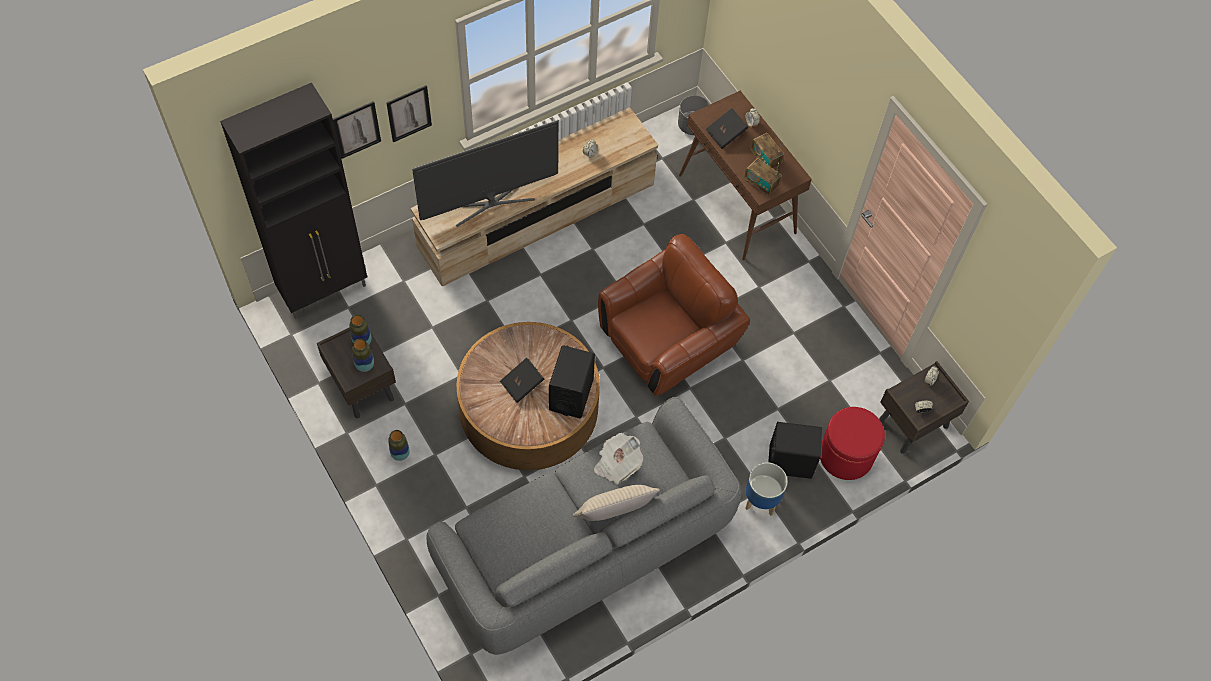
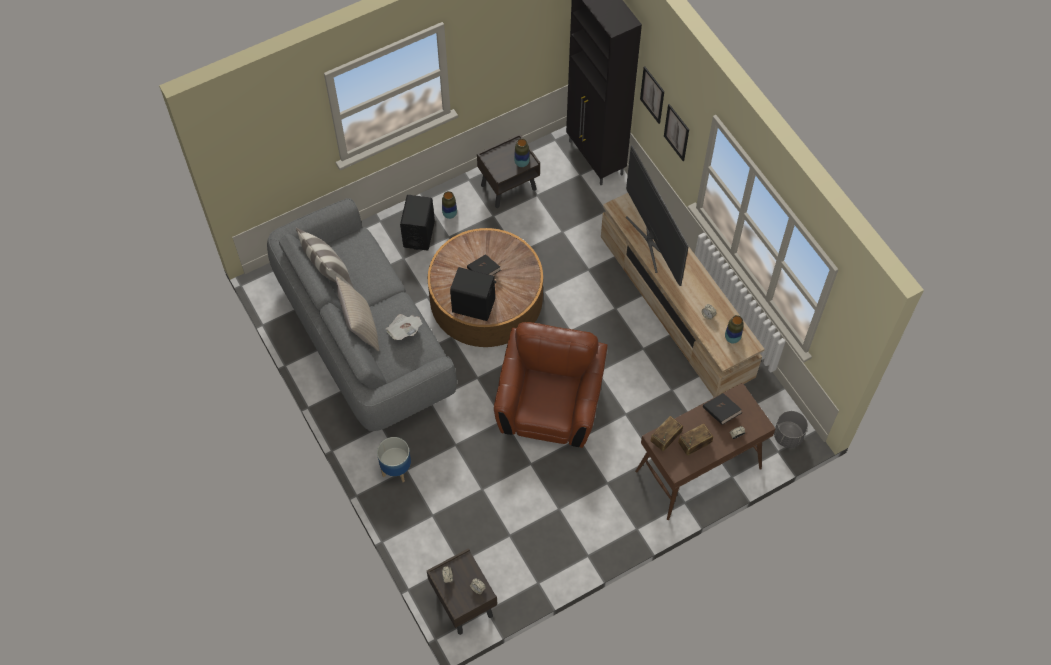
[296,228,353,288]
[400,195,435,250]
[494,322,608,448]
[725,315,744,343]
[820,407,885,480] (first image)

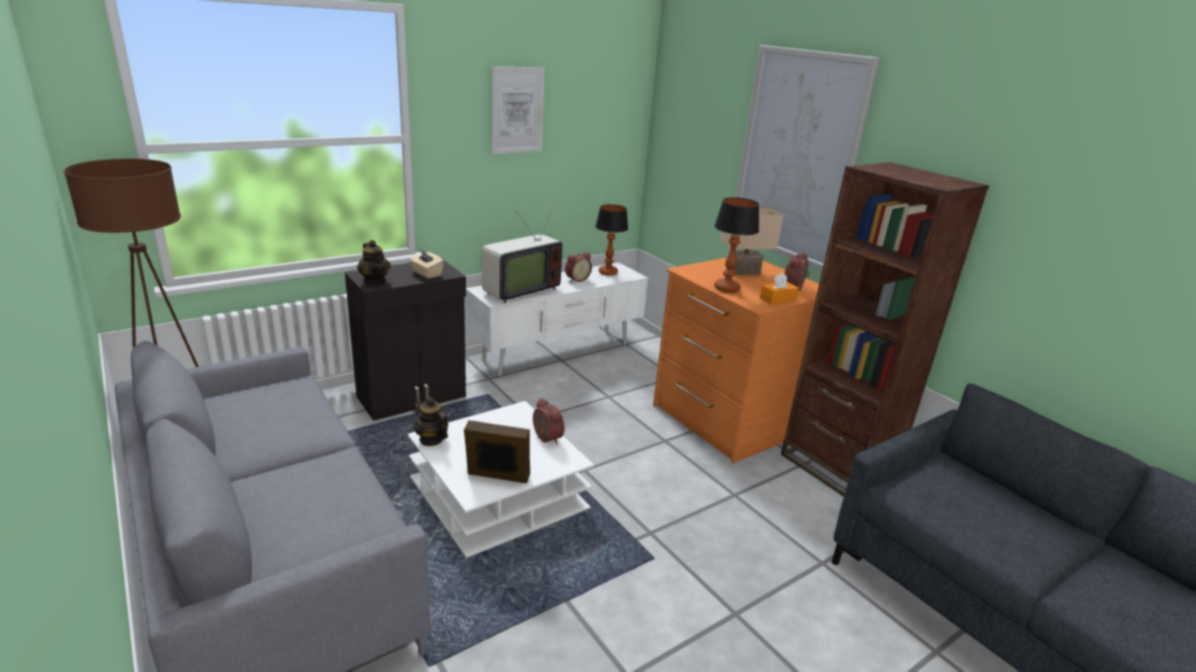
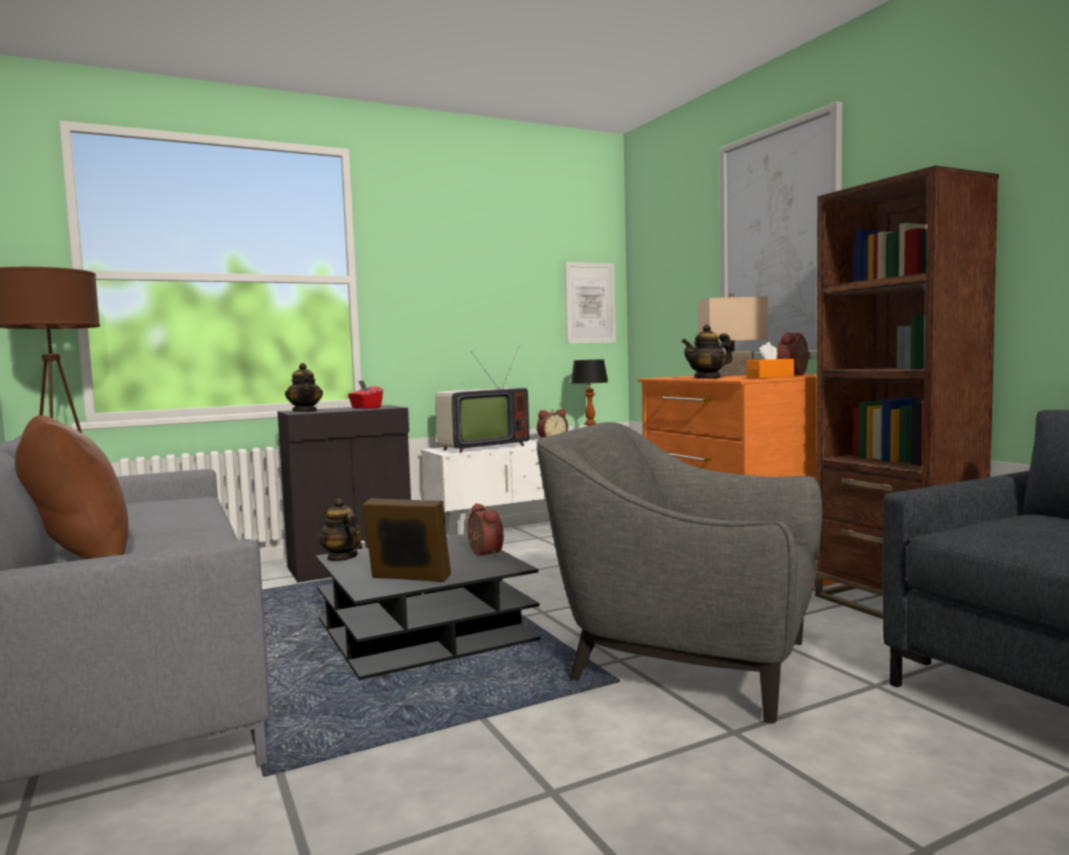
[15,415,129,559]
[316,534,541,680]
[348,380,383,409]
[537,422,822,723]
[565,262,616,344]
[682,324,733,379]

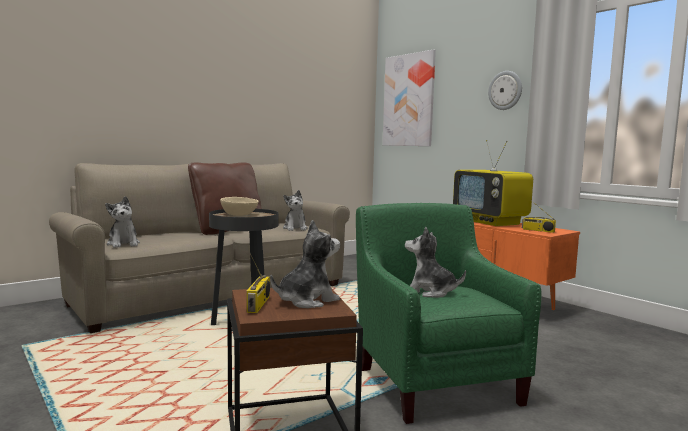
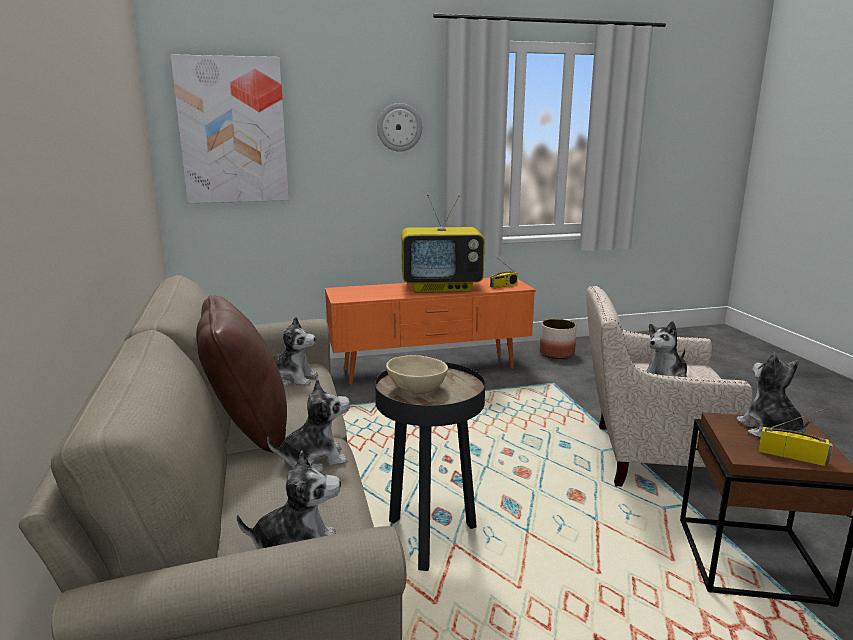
[267,378,350,473]
[540,319,577,359]
[586,286,752,487]

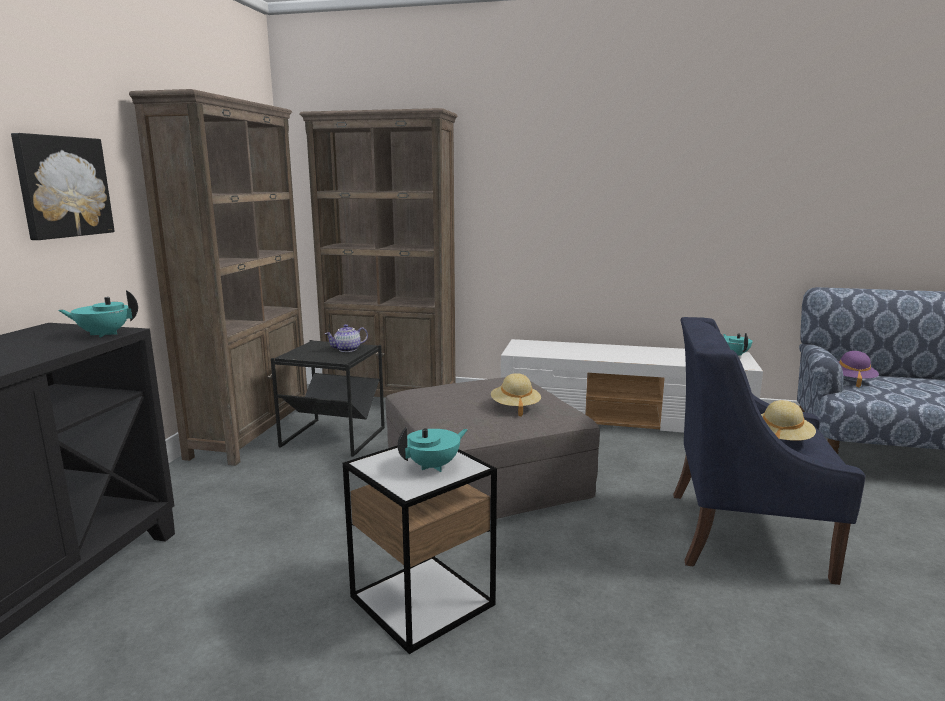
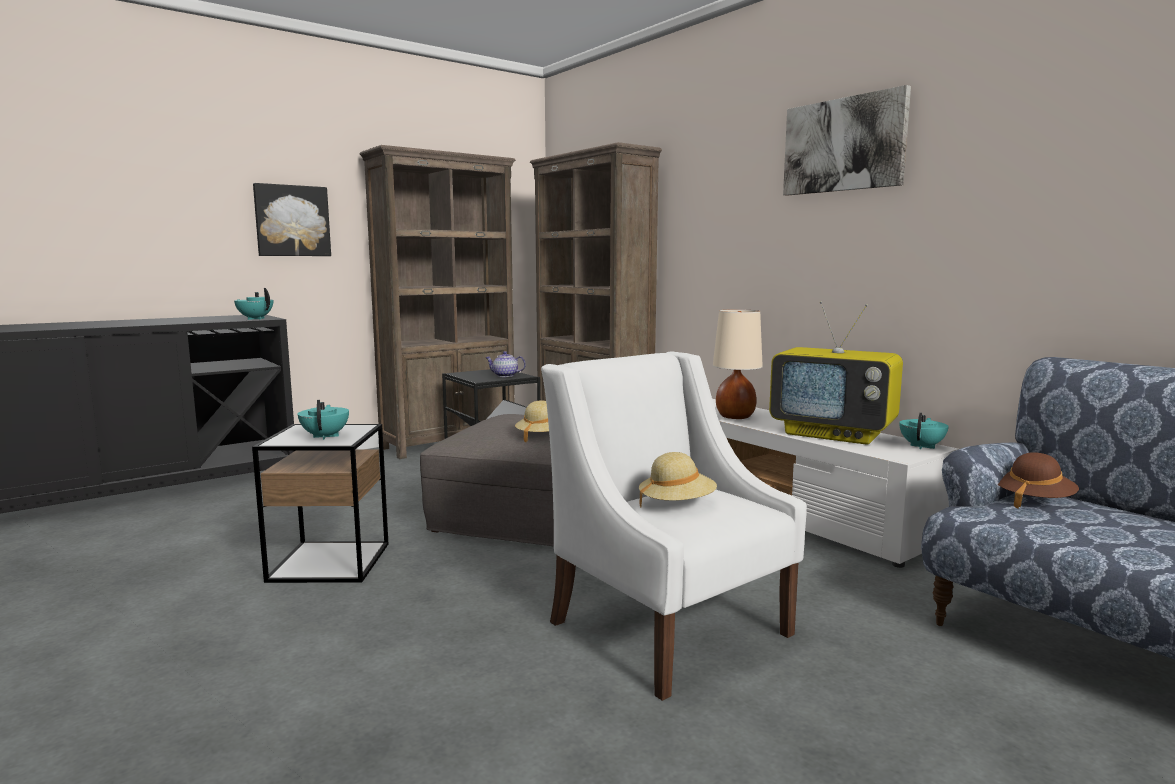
[298,400,349,440]
[541,351,807,701]
[713,309,763,419]
[769,301,903,445]
[783,85,911,196]
[998,452,1079,509]

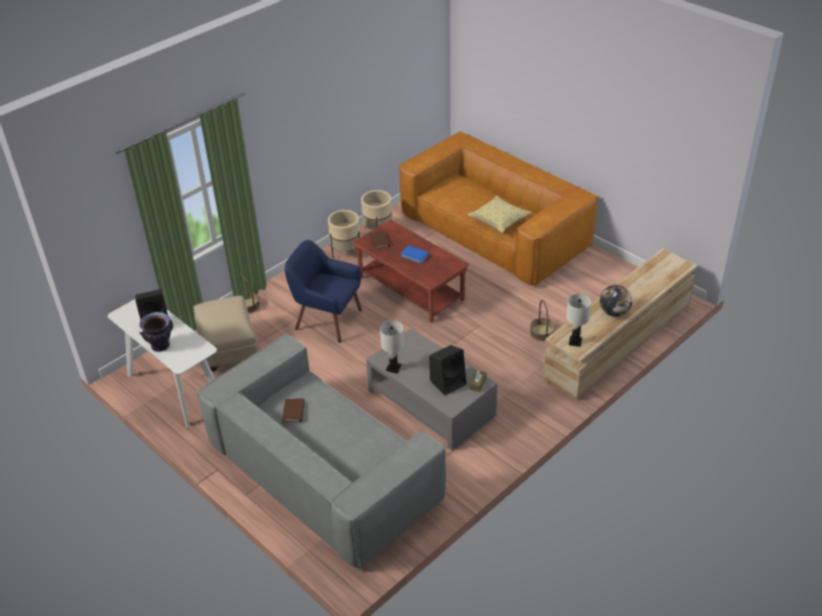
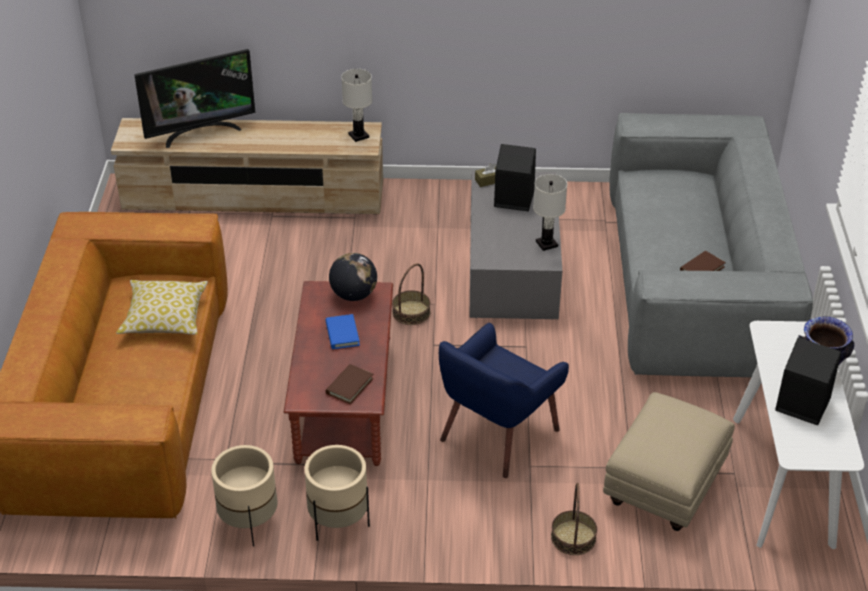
[134,49,255,148]
[329,253,377,301]
[392,263,431,325]
[439,323,569,478]

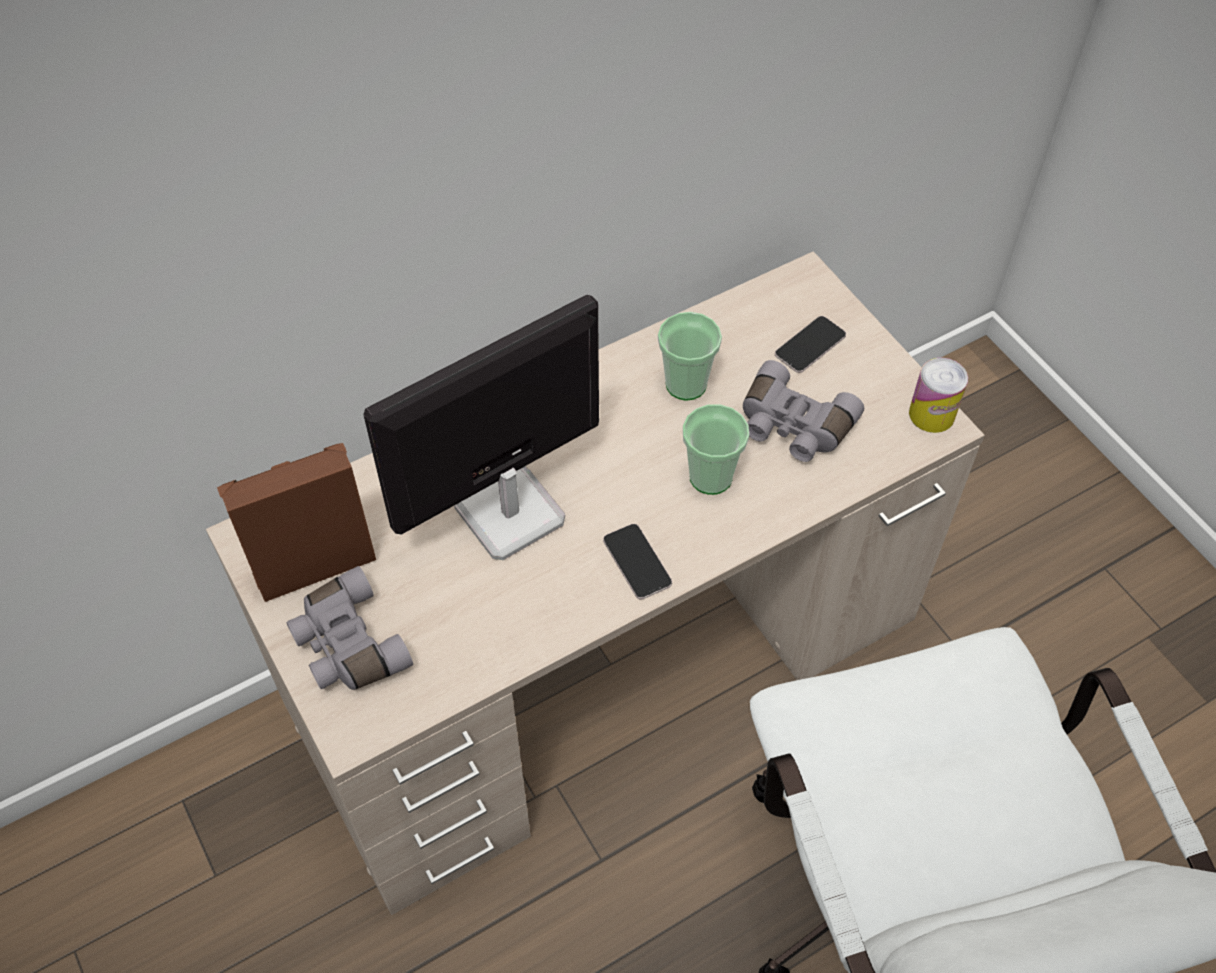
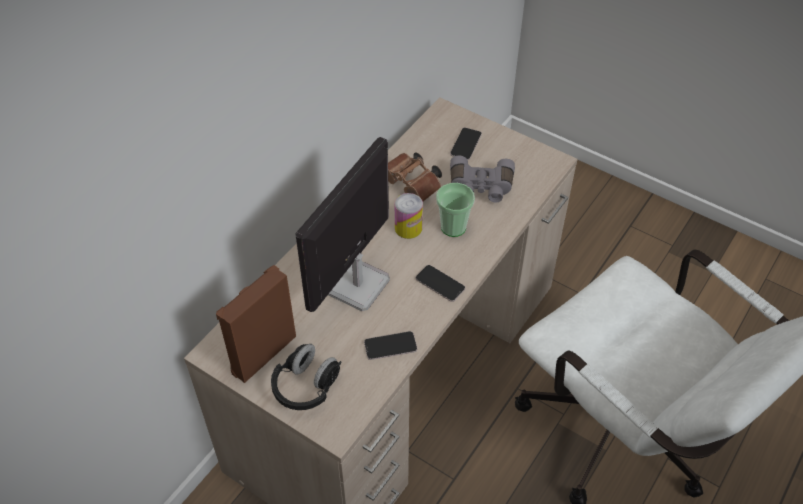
[271,344,342,410]
[364,331,417,360]
[388,152,442,201]
[395,193,423,239]

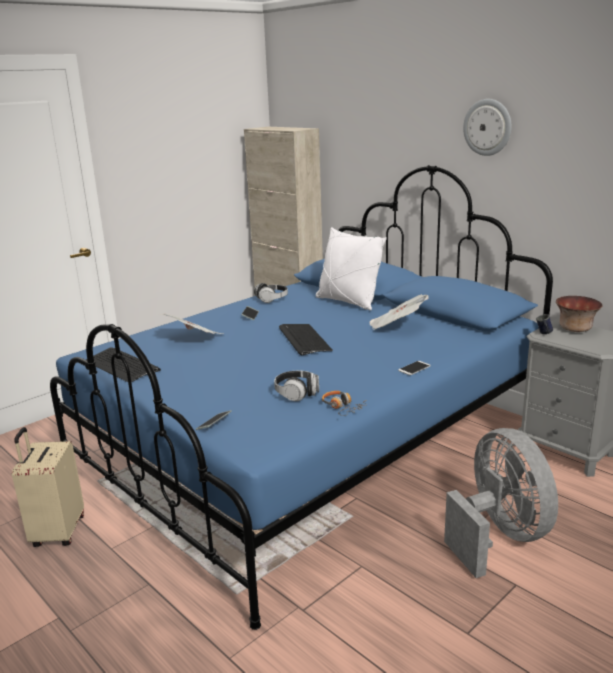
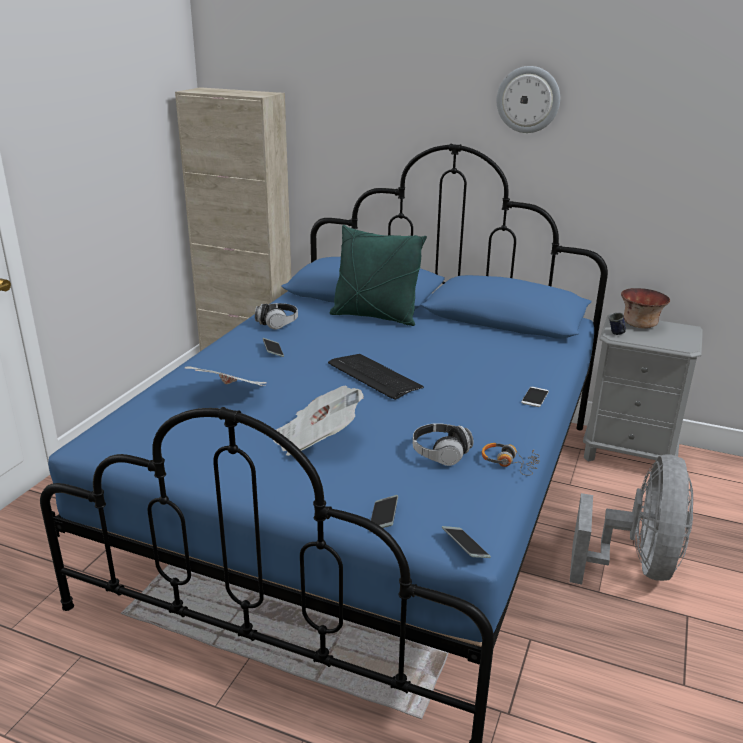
[273,386,364,456]
[330,225,427,326]
[442,526,491,558]
[570,454,693,585]
[12,427,84,547] (first image)
[86,347,161,382] (first image)

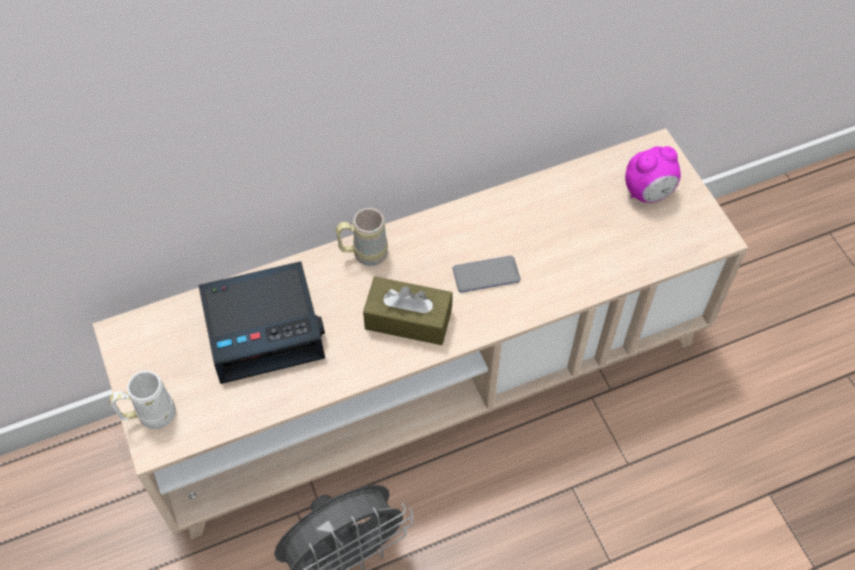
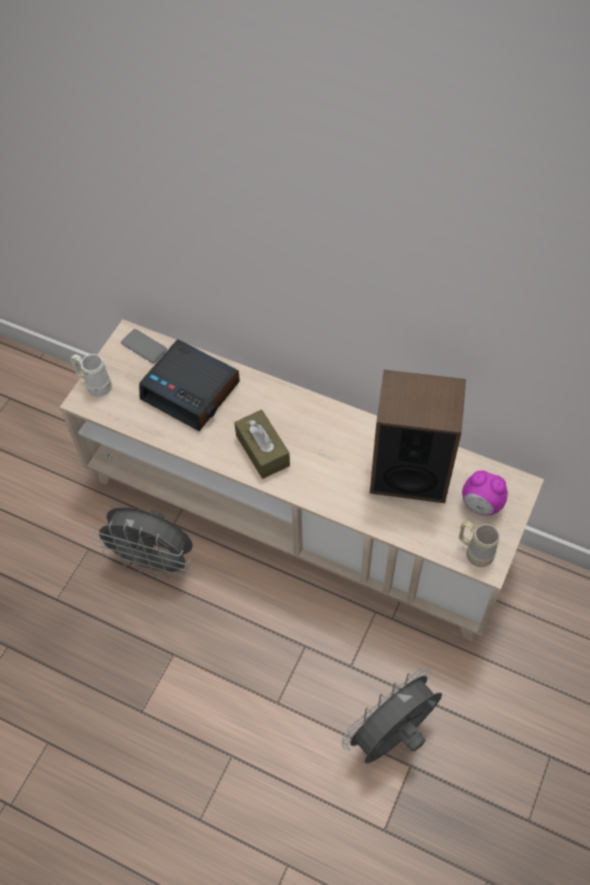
[121,329,167,363]
[342,667,442,764]
[370,370,466,503]
[459,521,499,567]

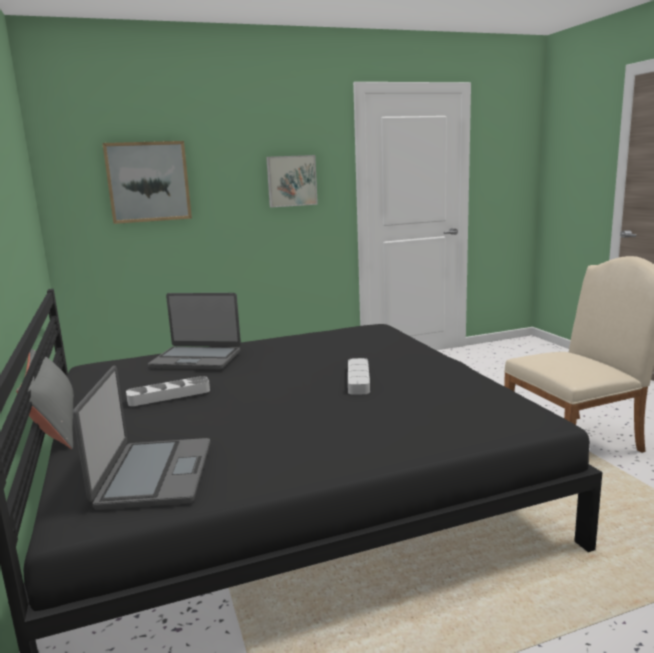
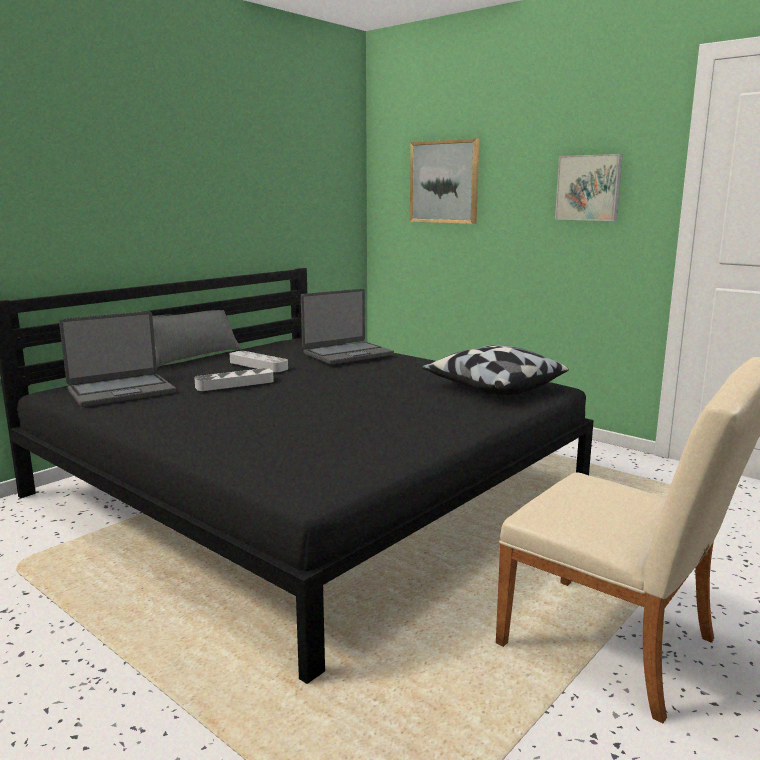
[194,368,274,391]
[301,289,394,365]
[422,345,569,395]

